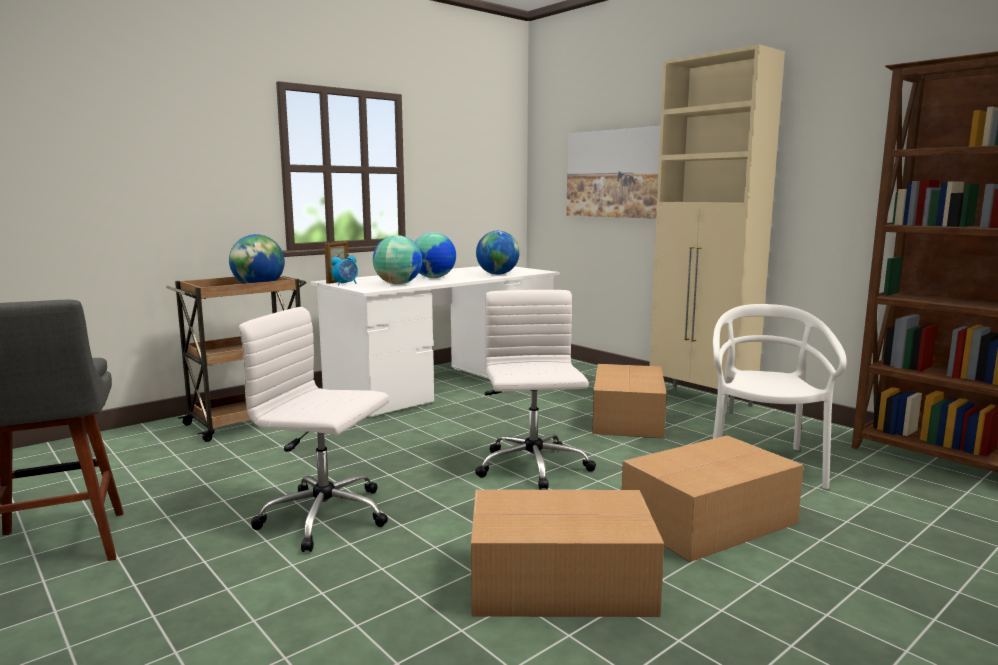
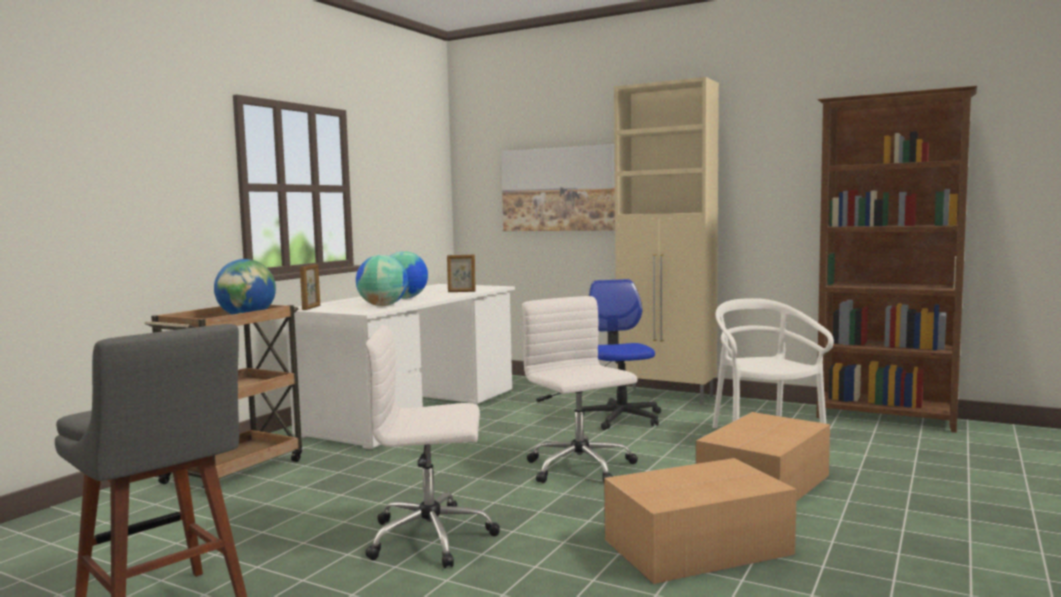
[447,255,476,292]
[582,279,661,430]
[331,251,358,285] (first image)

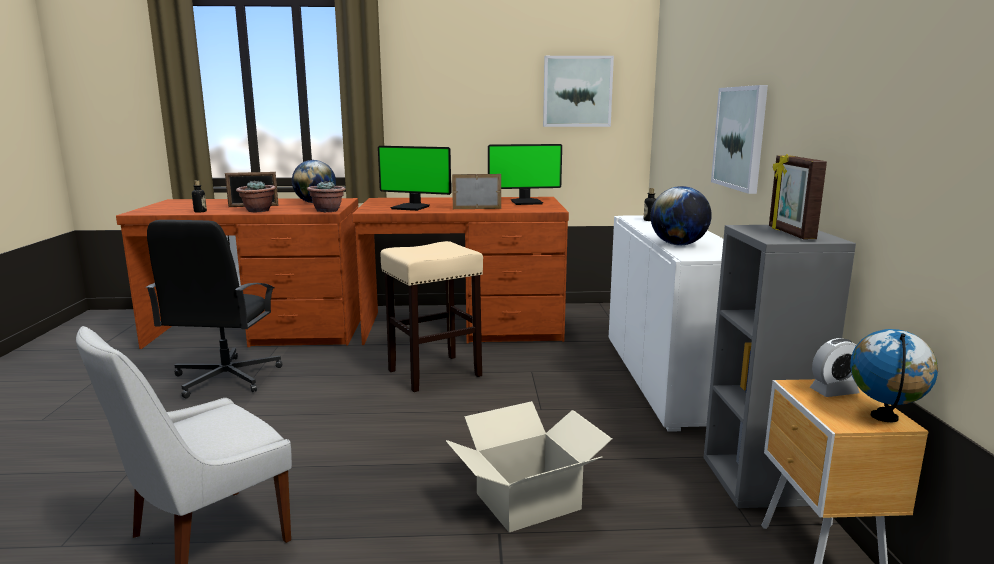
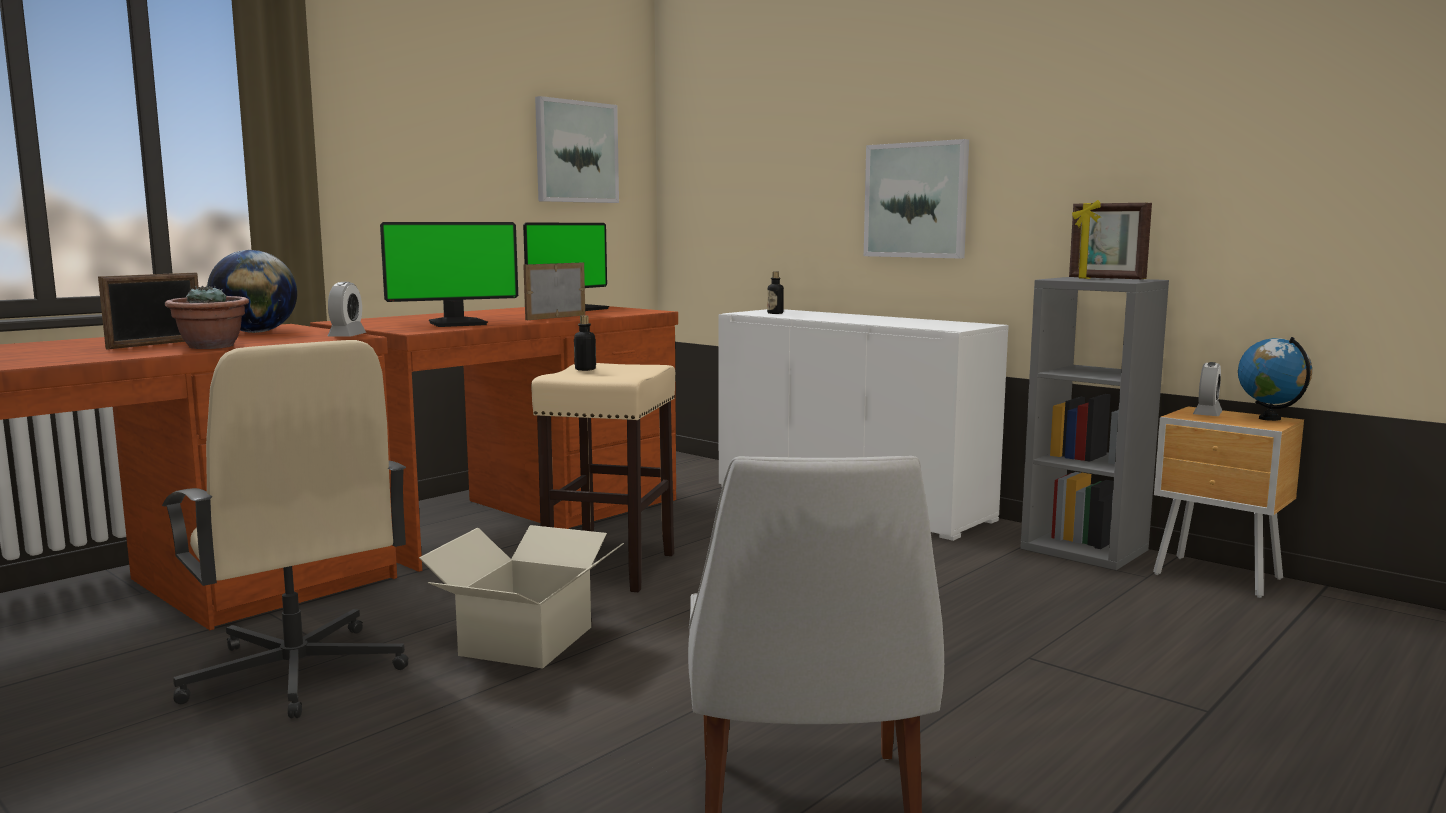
[162,340,409,719]
[328,282,366,337]
[419,525,624,669]
[574,315,596,371]
[651,186,712,245] (first image)

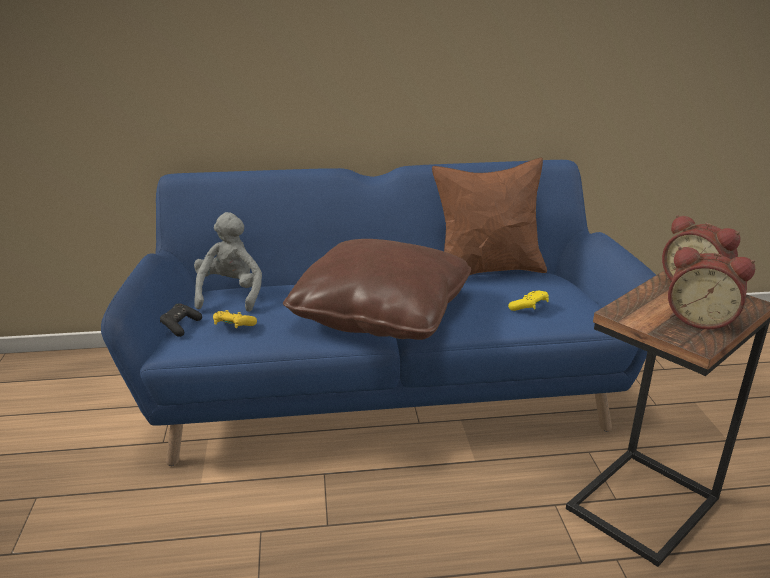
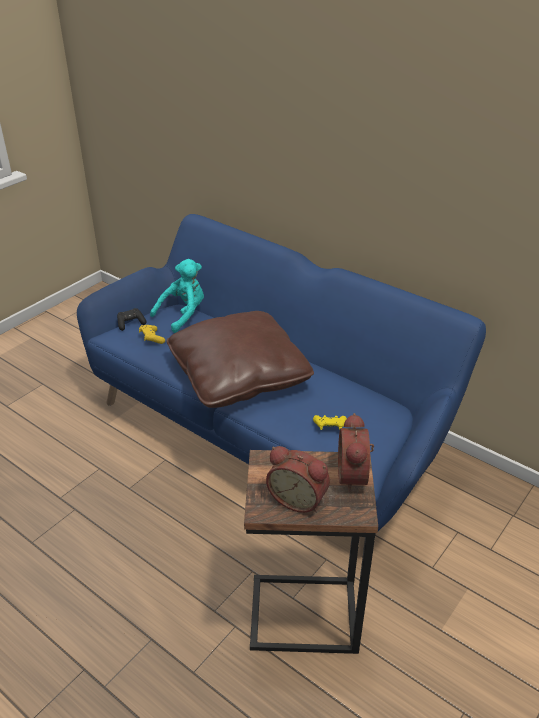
[150,259,204,333]
[266,446,330,513]
[432,157,547,275] (first image)

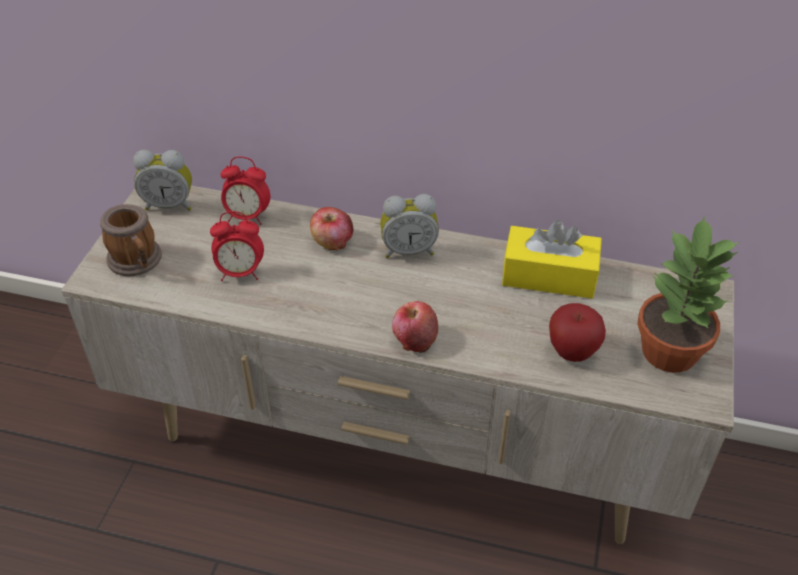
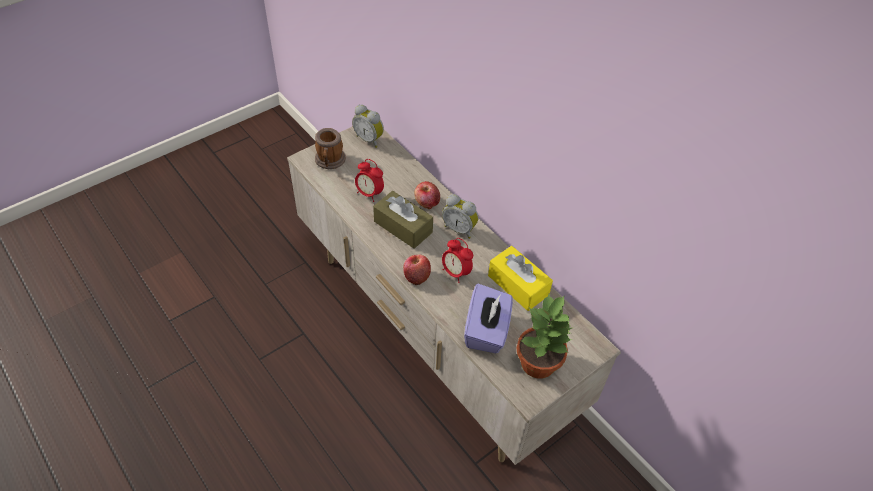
[373,191,433,249]
[442,238,473,283]
[464,284,513,353]

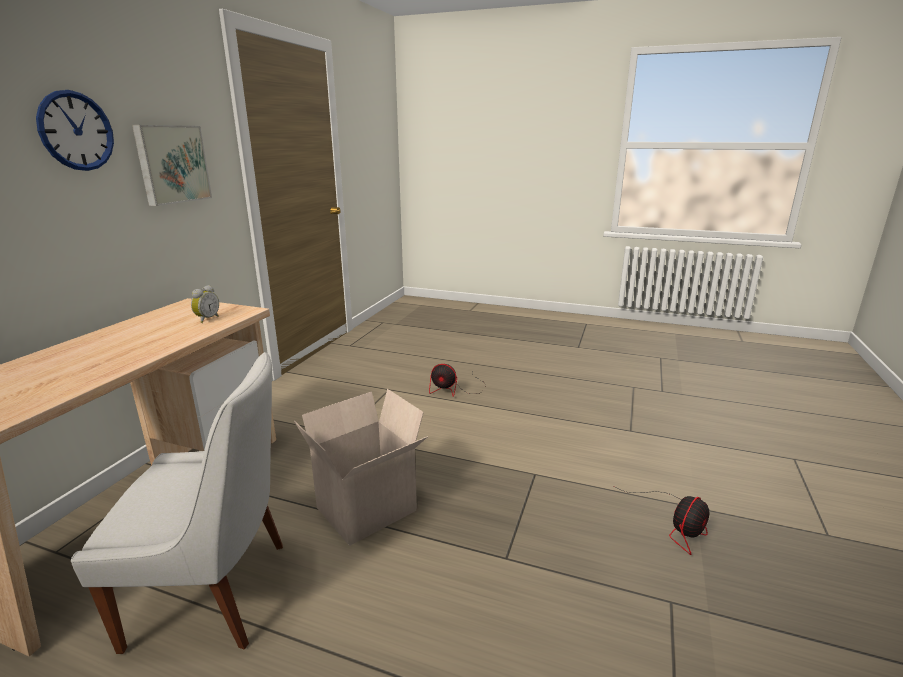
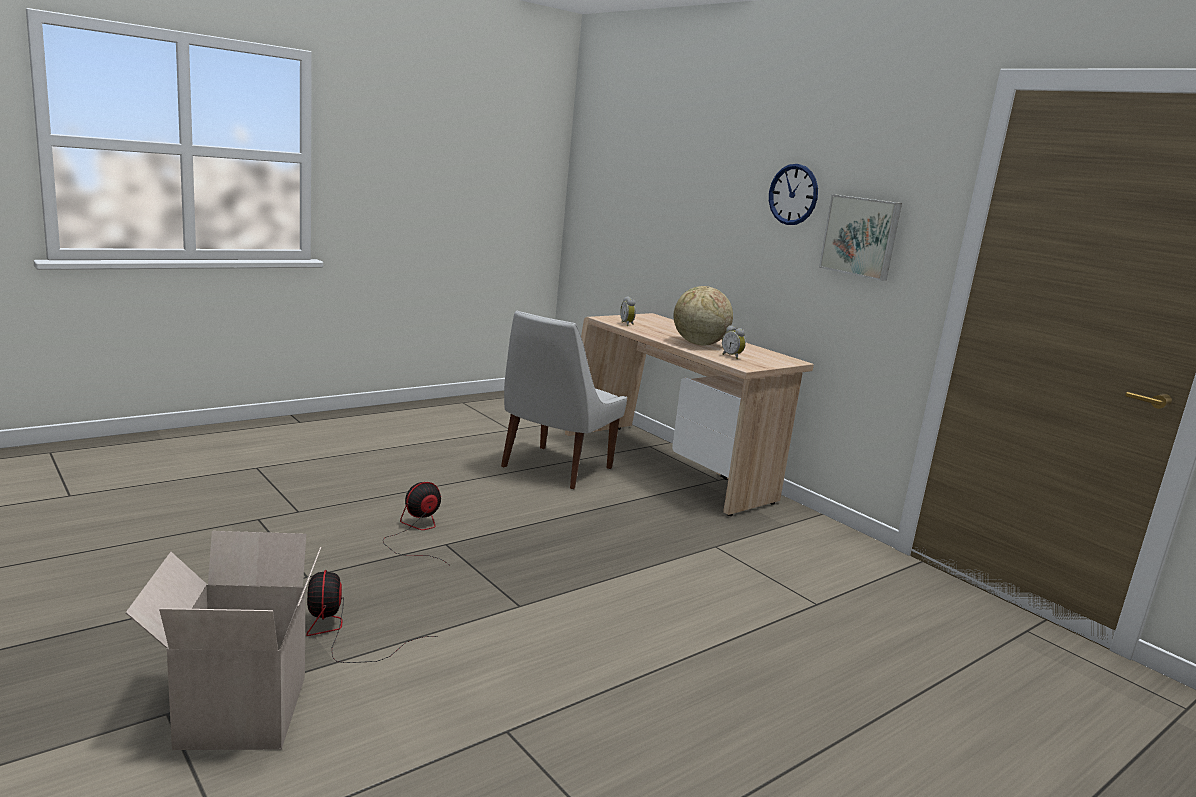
[126,531,321,750]
[383,482,449,565]
[620,296,636,326]
[673,286,733,346]

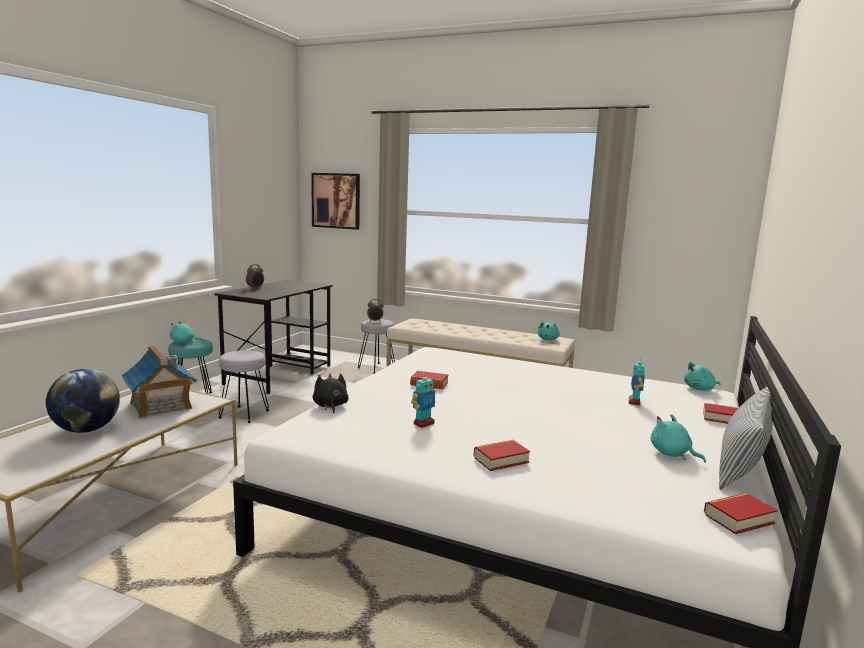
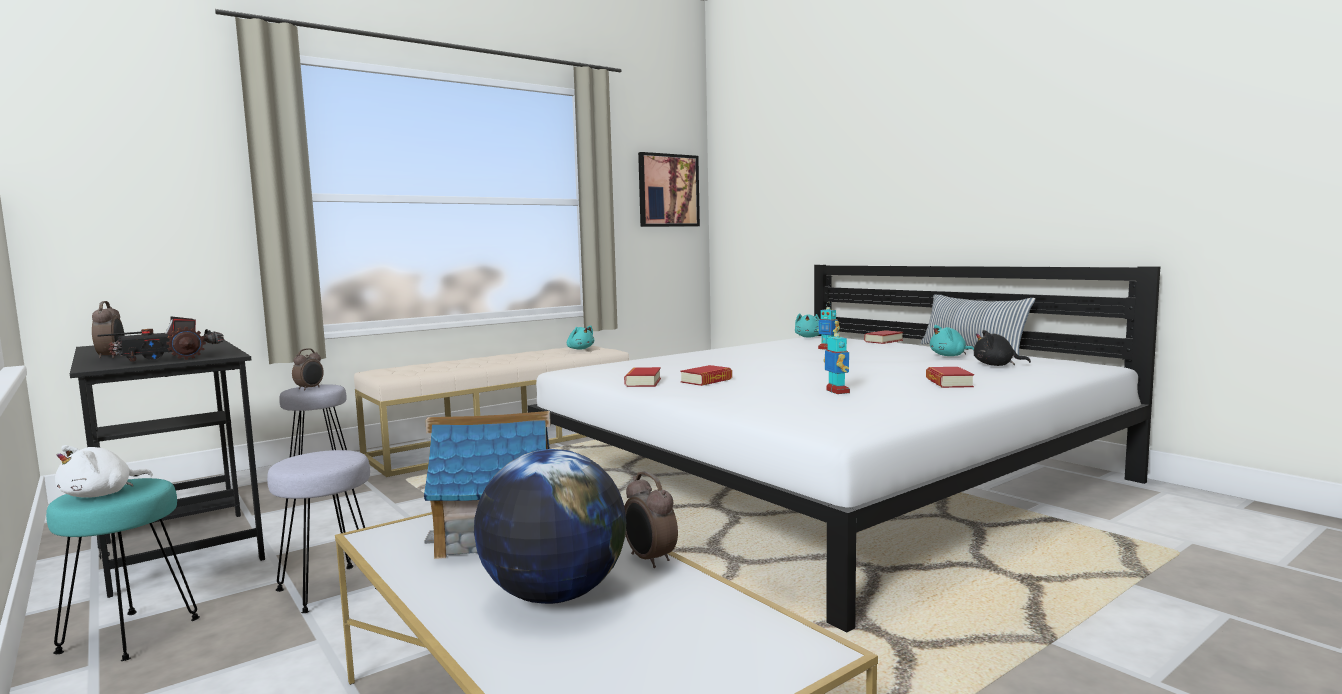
[55,445,153,498]
[98,316,224,362]
[624,367,661,387]
[624,471,678,568]
[638,152,700,227]
[974,330,1031,366]

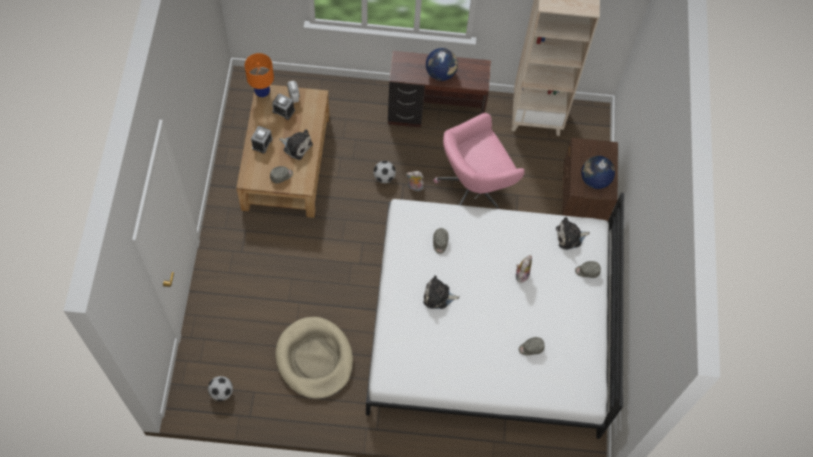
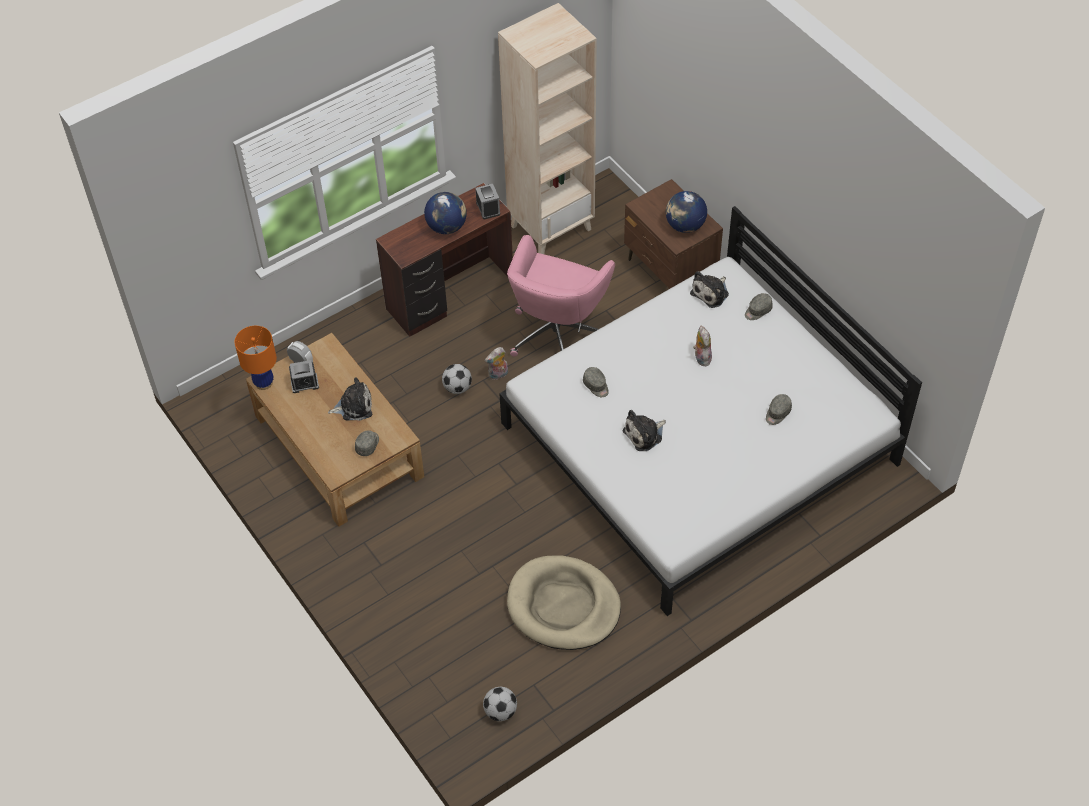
[475,184,500,219]

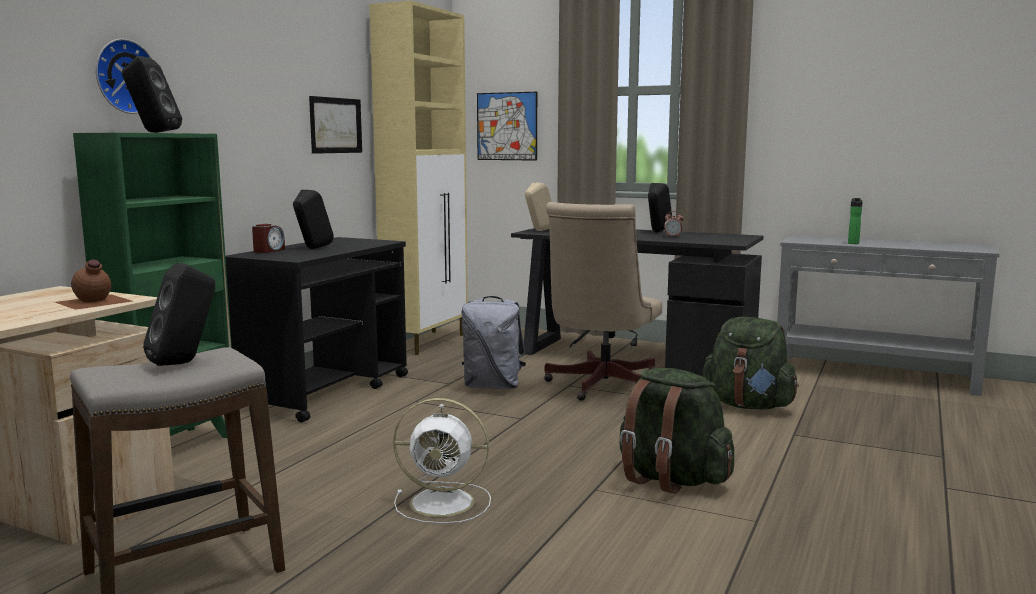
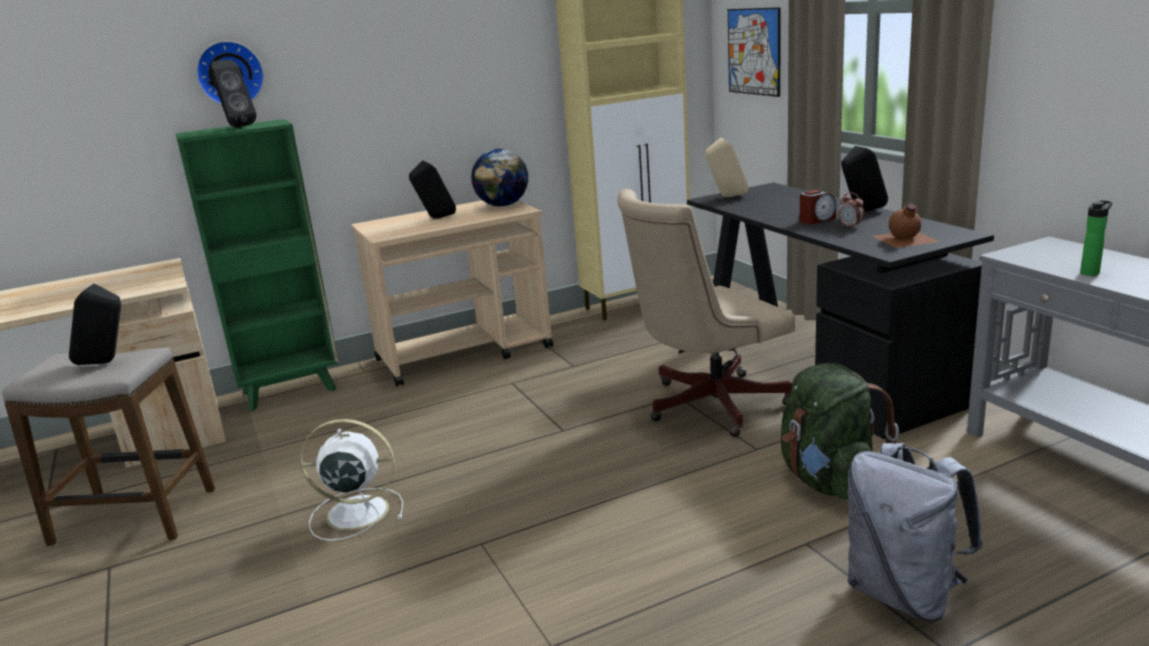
[300,419,403,541]
[351,200,554,387]
[471,149,529,207]
[800,190,836,224]
[847,443,983,621]
[872,204,940,248]
[309,96,362,154] (first image)
[620,368,734,494] (first image)

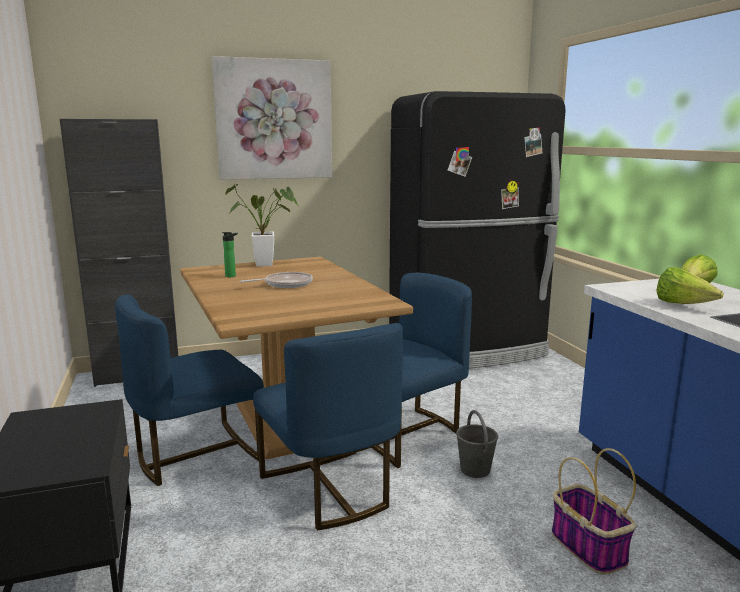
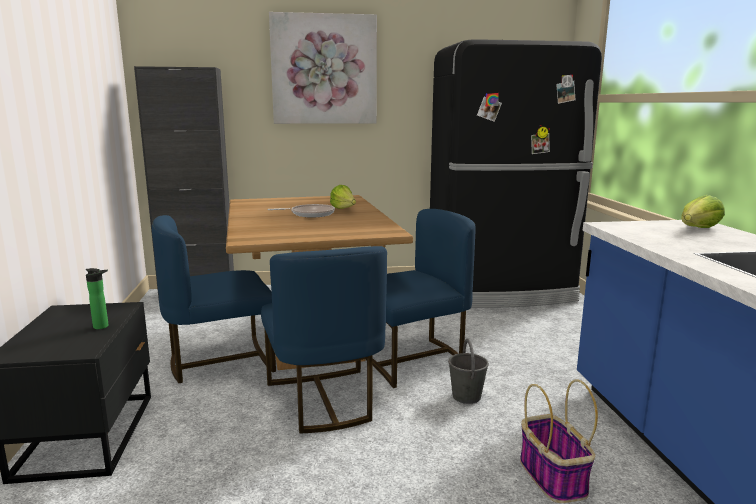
[86,268,109,329]
[330,185,356,209]
[225,184,298,267] (first image)

